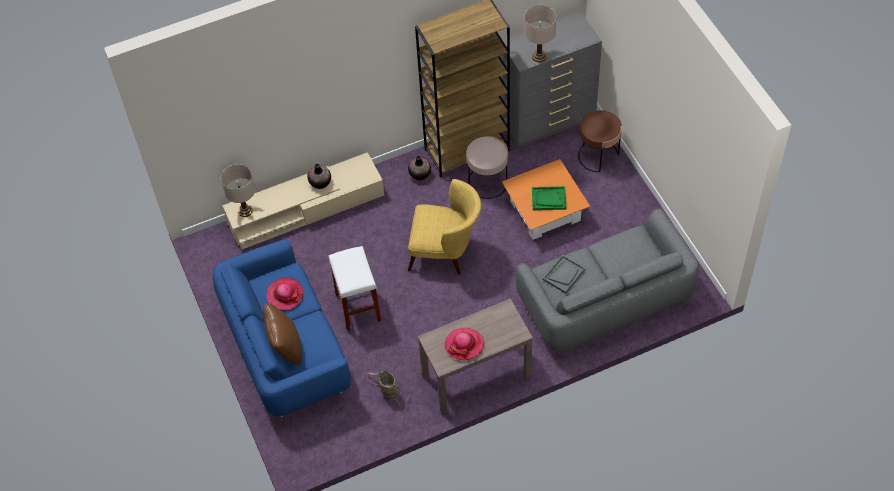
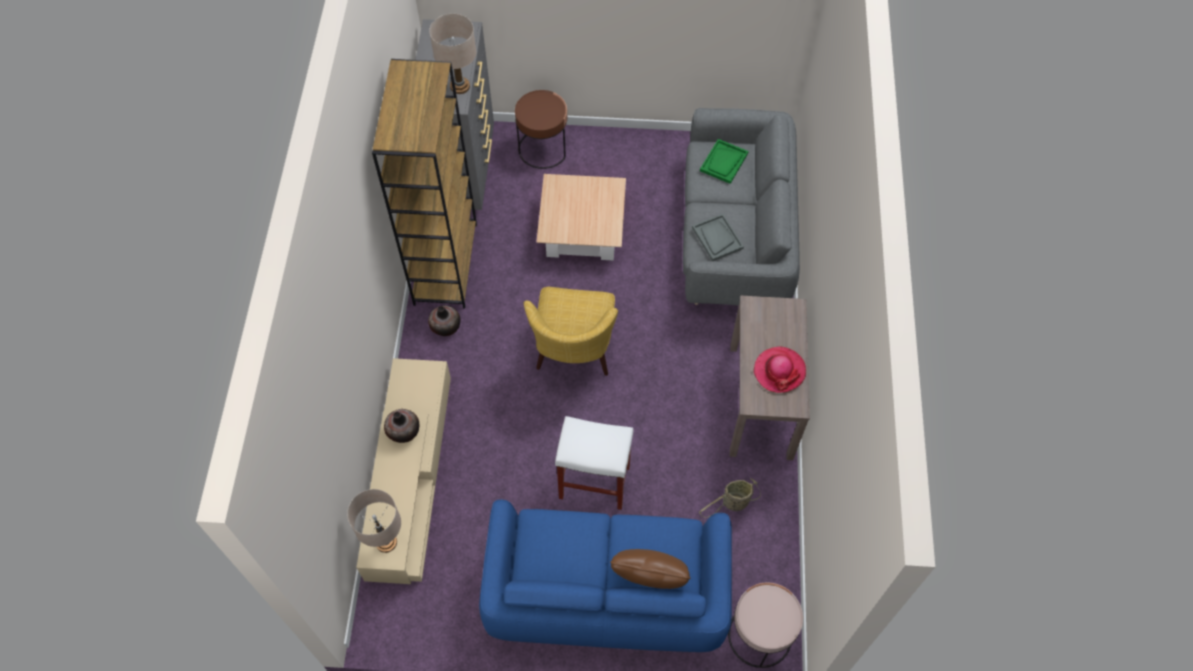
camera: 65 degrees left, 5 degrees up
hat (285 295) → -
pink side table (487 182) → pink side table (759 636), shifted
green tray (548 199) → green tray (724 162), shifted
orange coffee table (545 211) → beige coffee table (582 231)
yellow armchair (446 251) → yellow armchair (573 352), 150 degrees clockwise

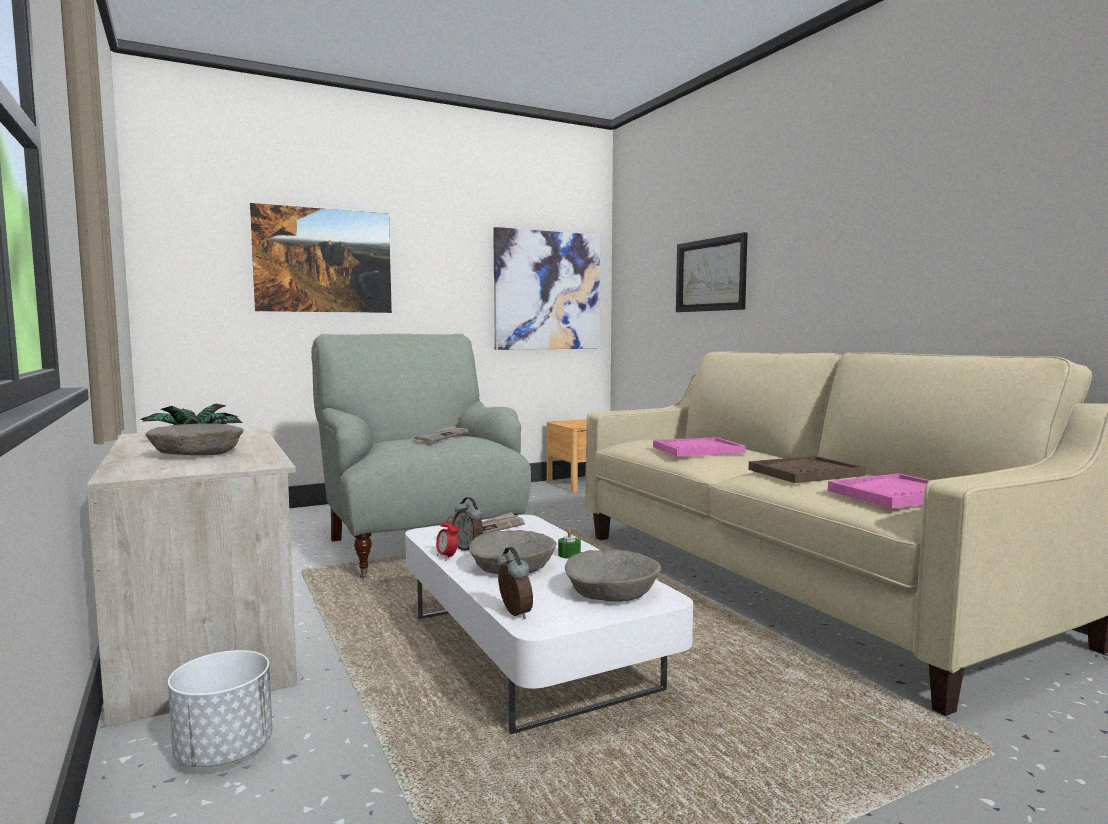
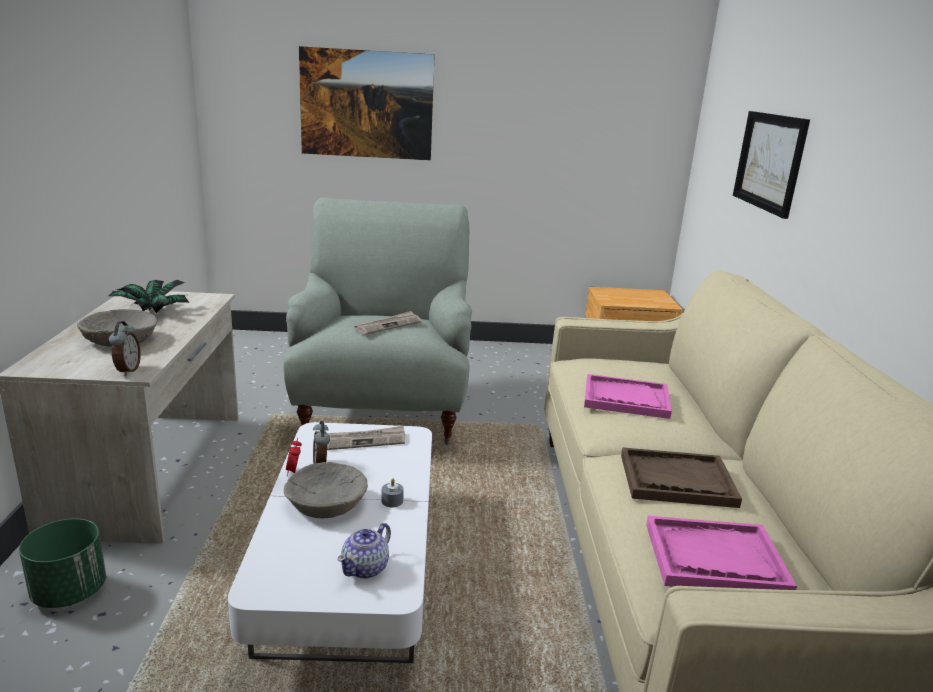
camera: 25 degrees right, 15 degrees up
picture (547 290) → -
alarm clock (513 614) → alarm clock (127 370), shifted
beige bowl (612 592) → teapot (366 568)
white planter (224 752) → green planter (69 592)
green candle (569 555) → grey candle (392 501)

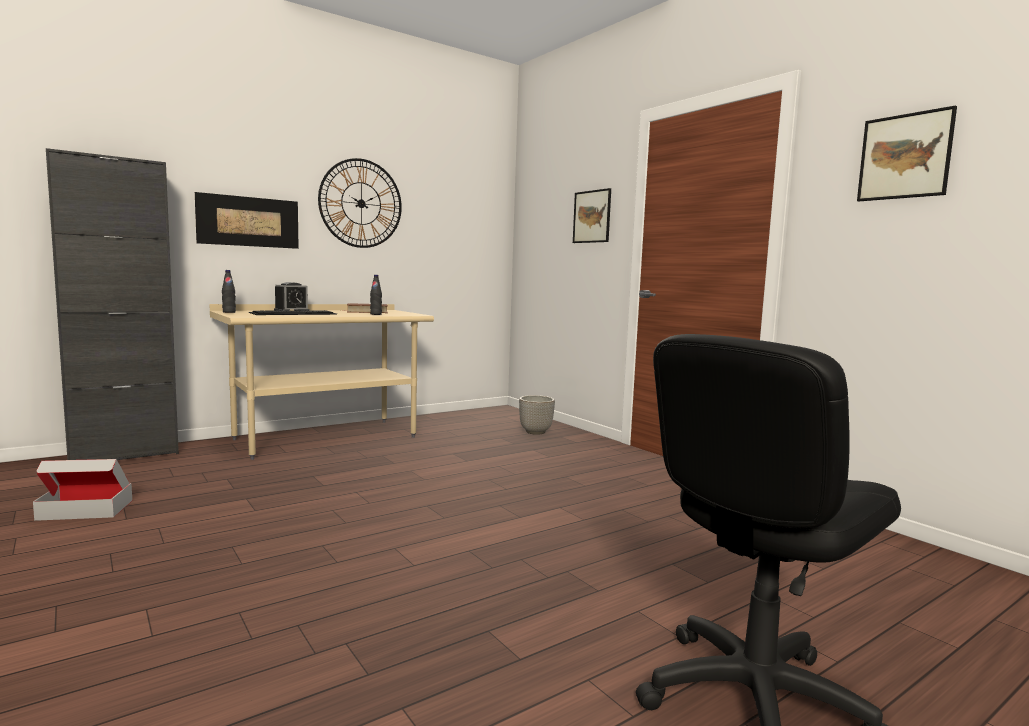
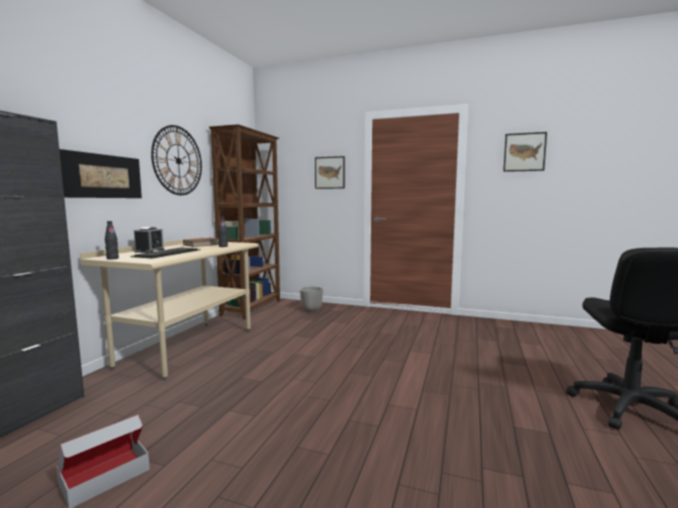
camera: 35 degrees left, 0 degrees up
- → brown bookcase (252 307)

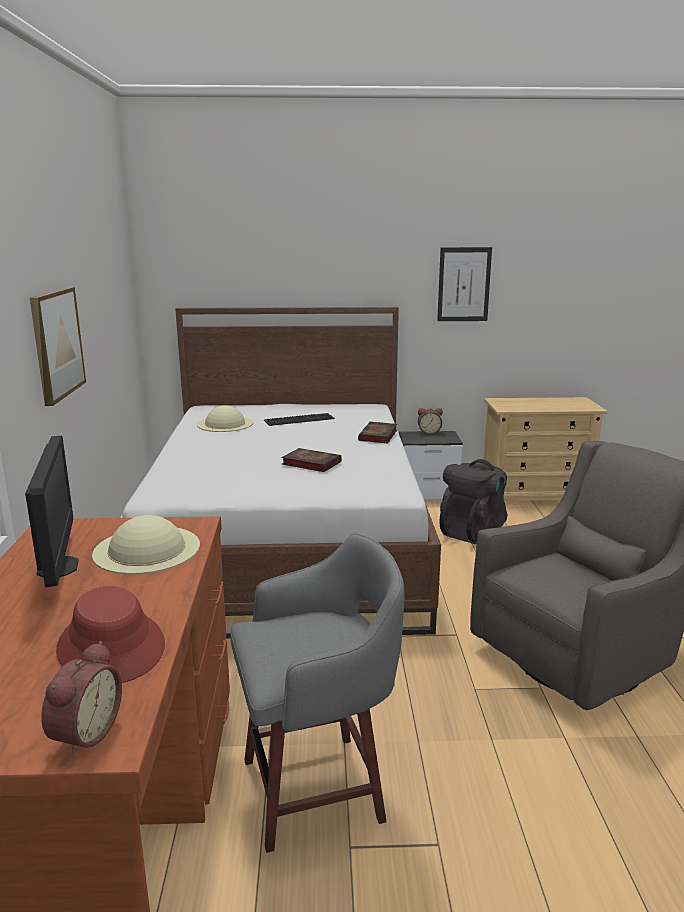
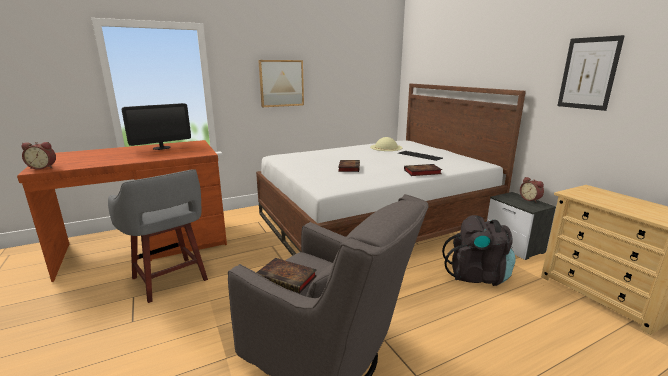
camera: 65 degrees right, 0 degrees up
red hat (112 647) → -
beige hat (146 549) → -
- → book (288 278)

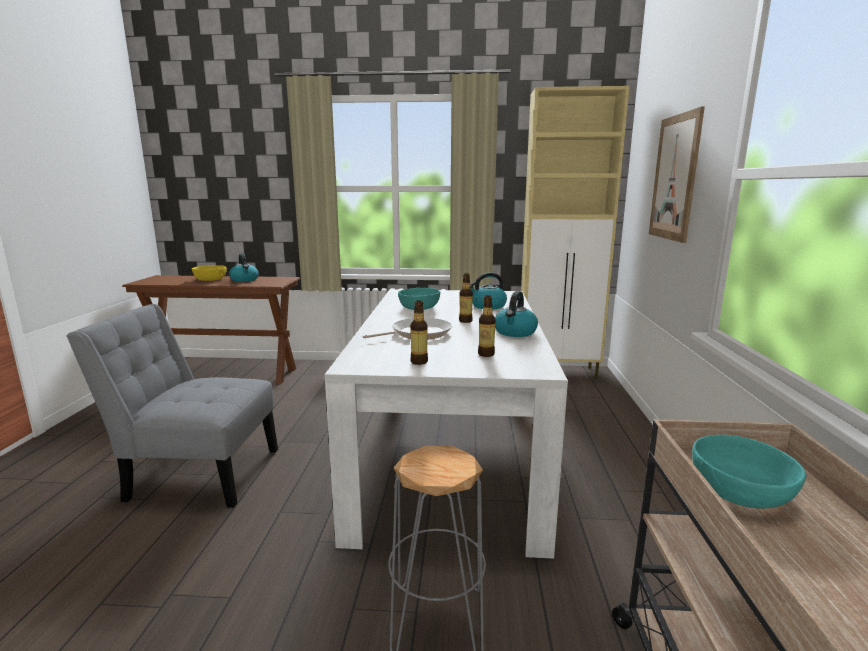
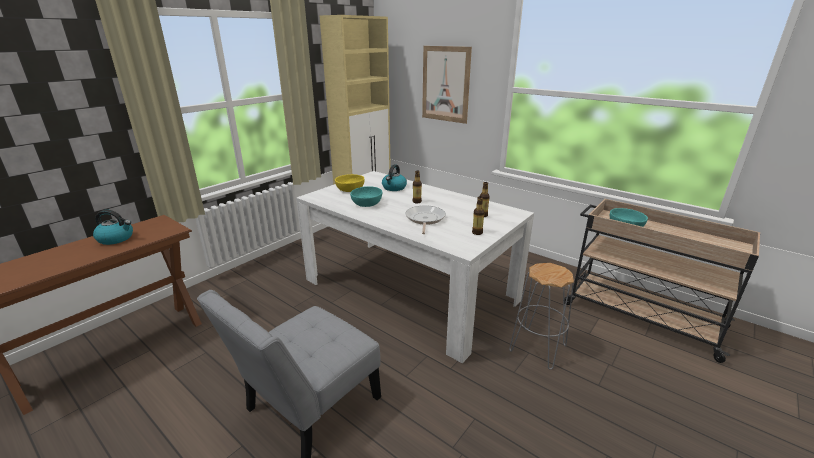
camera: 55 degrees left, 10 degrees up
kettle (515 332) → -
yellow bowl (210 279) → yellow bowl (350 189), shifted

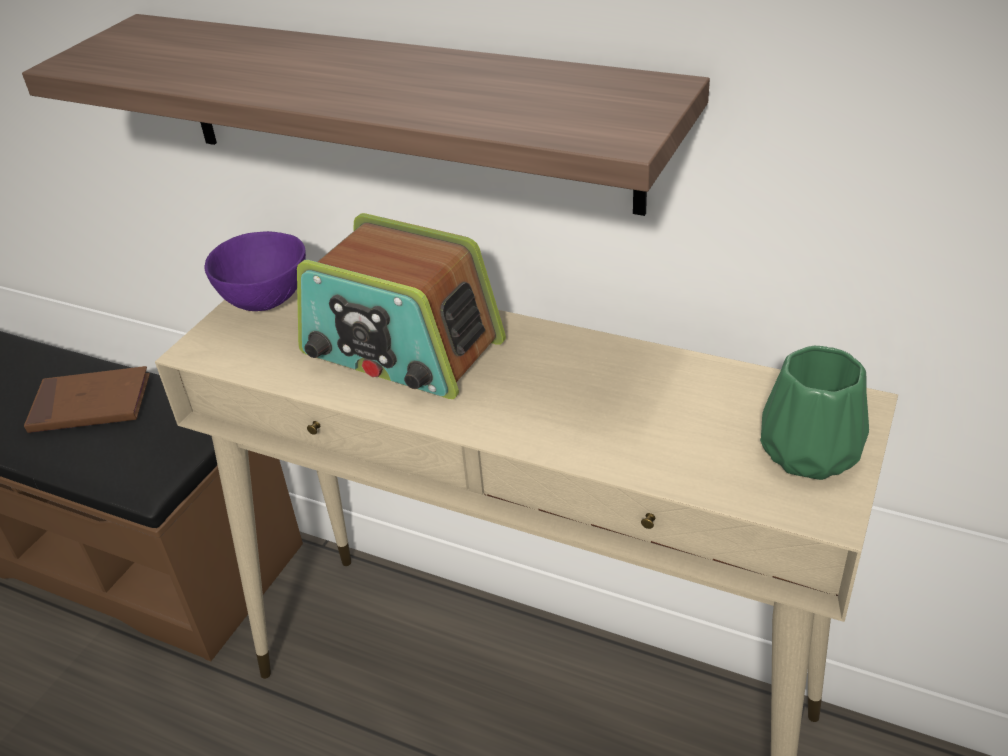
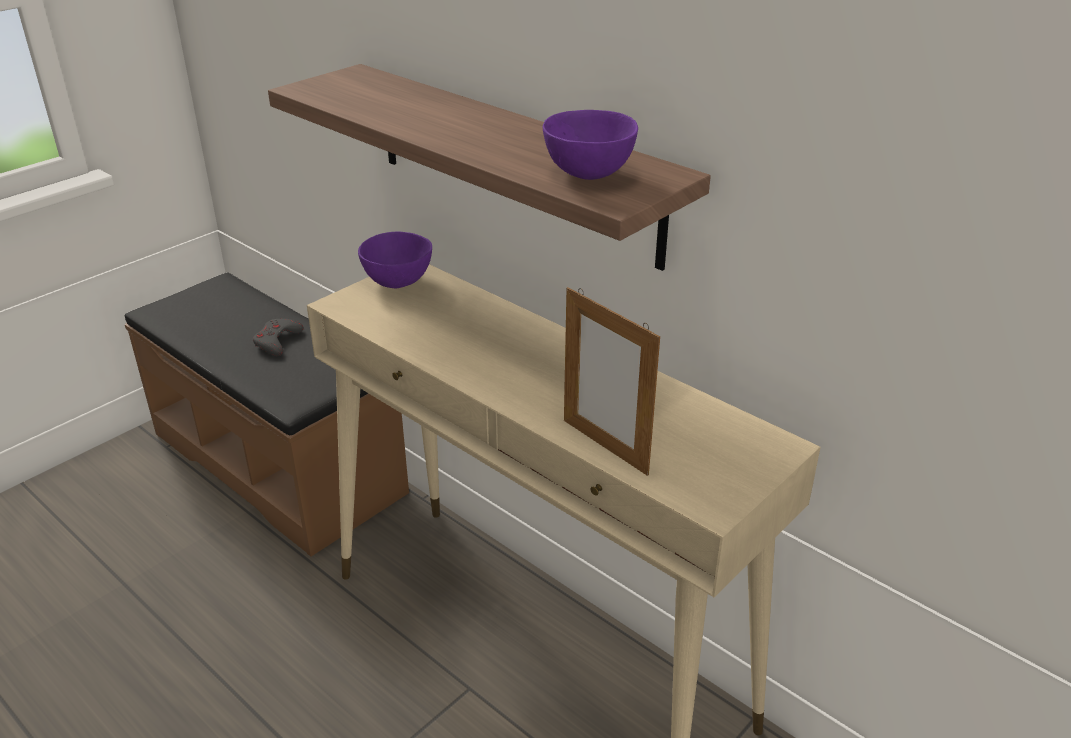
camera: 15 degrees right, 5 degrees down
radio (401 349) → -
green vase (806 453) → -
- → purple bowl (588 175)
- → picture frame (604 446)
brown book (91 405) → grey game controller (277 341)

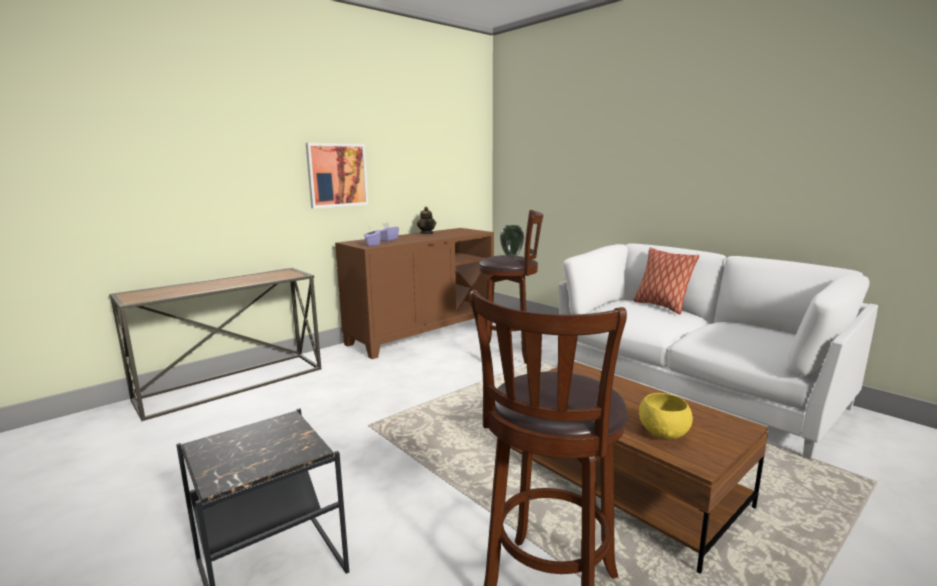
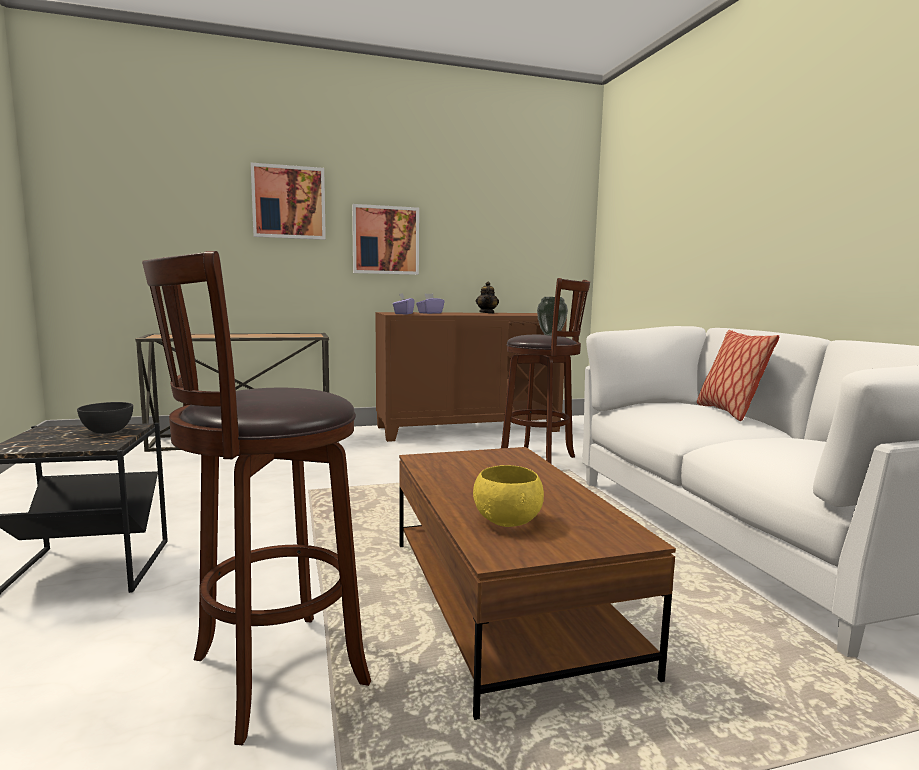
camera: 25 degrees right, 5 degrees down
- → grey bowl (108 431)
- → picture (289 202)

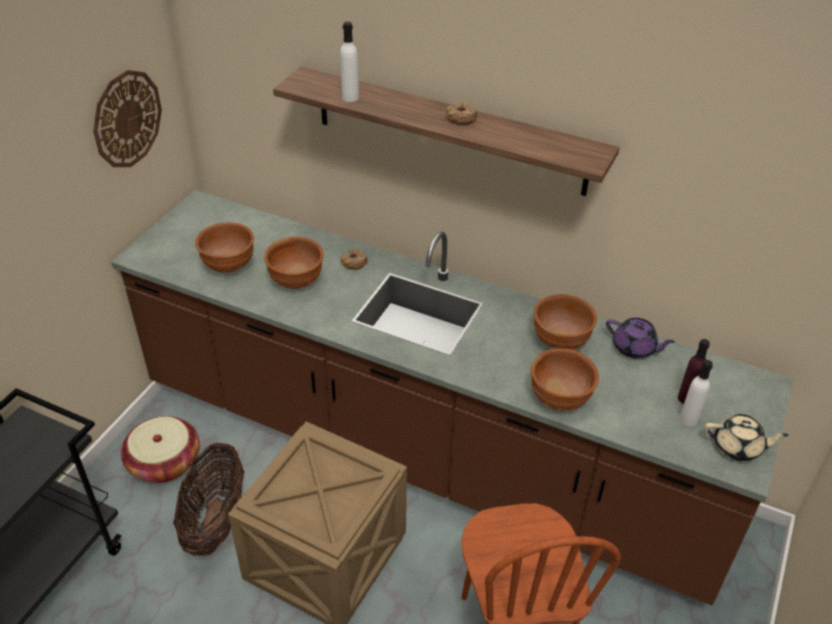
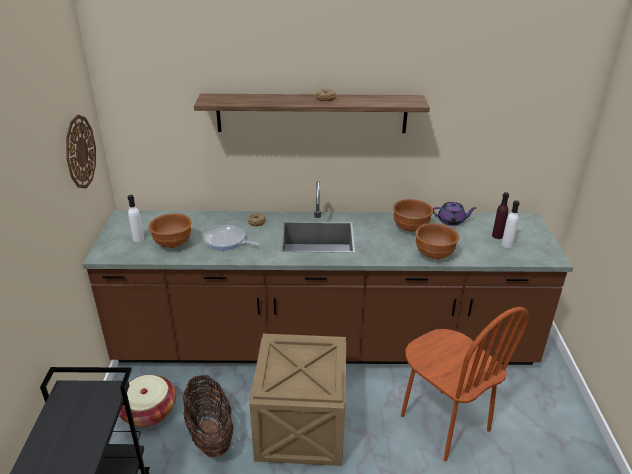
camera: 25 degrees left, 10 degrees down
beige teapot (738 447) → -
white bottle (350 97) → white bottle (138 239), shifted
brown bowl (296 281) → frying pan (227 241)

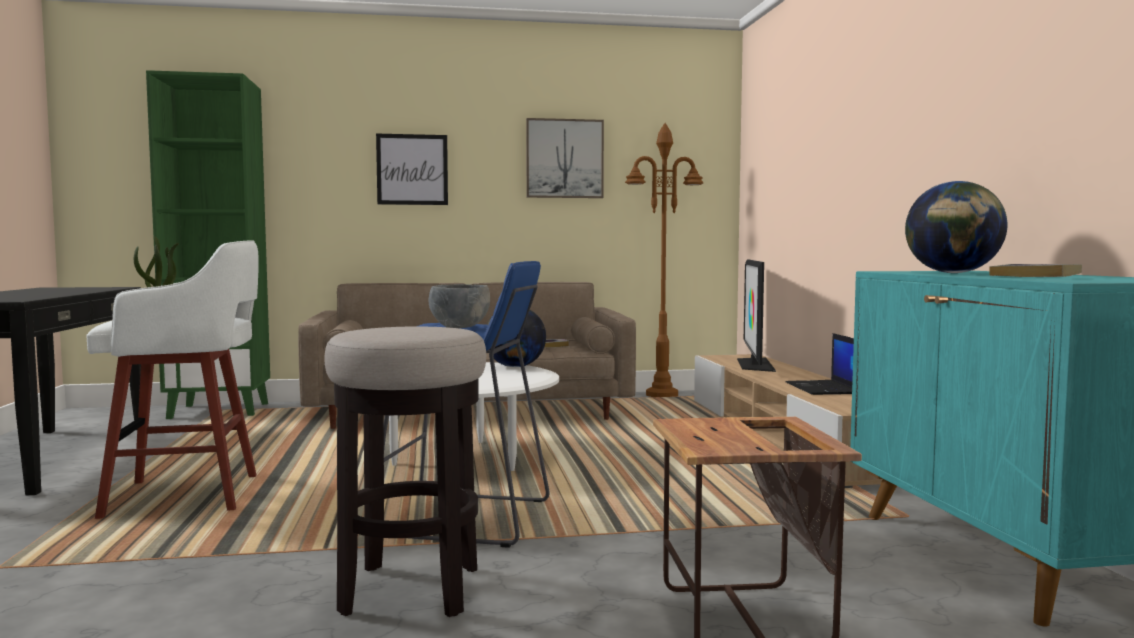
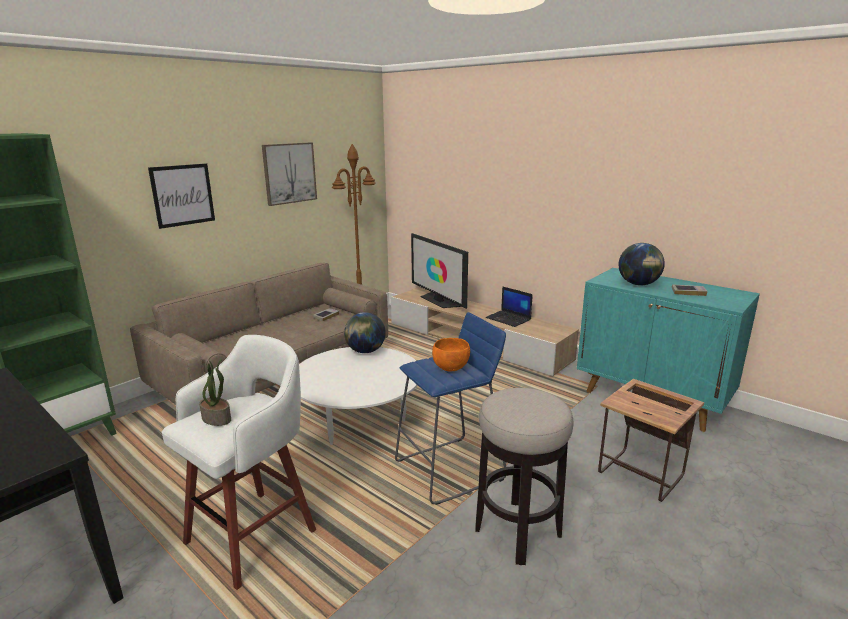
camera: 40 degrees left, 15 degrees up
grey bowl (459 327) → orange bowl (450 368)

